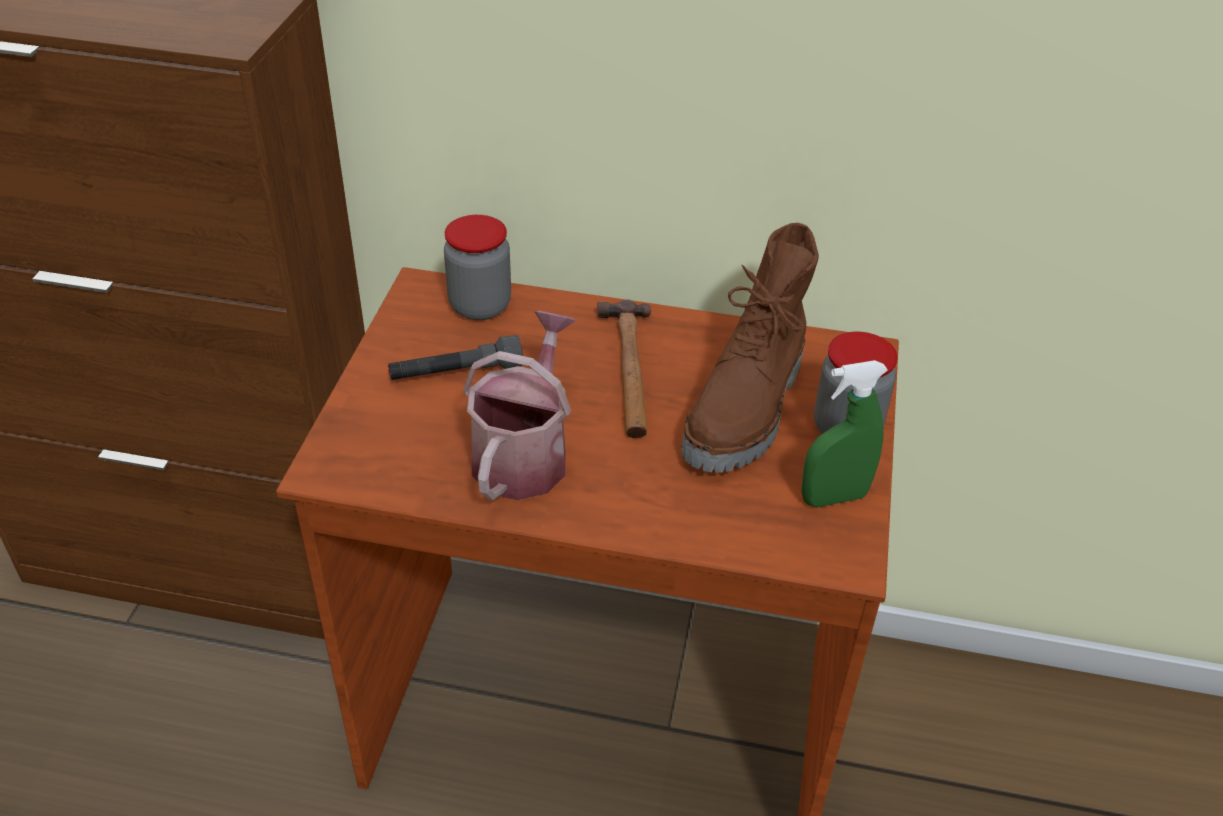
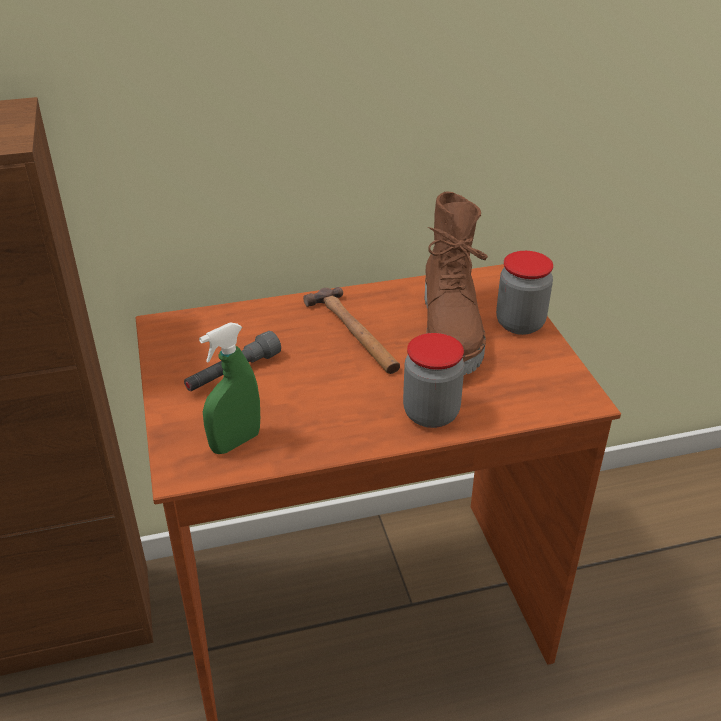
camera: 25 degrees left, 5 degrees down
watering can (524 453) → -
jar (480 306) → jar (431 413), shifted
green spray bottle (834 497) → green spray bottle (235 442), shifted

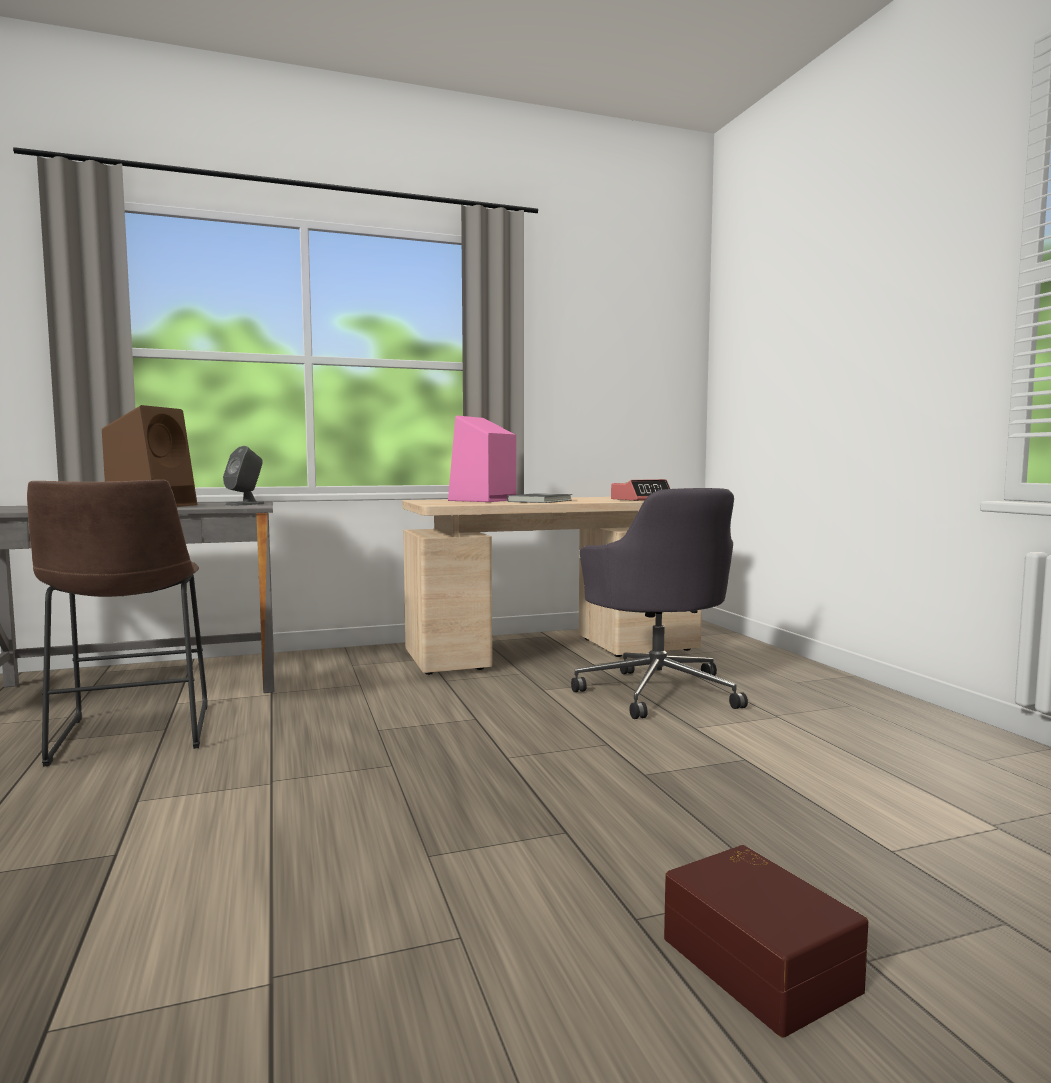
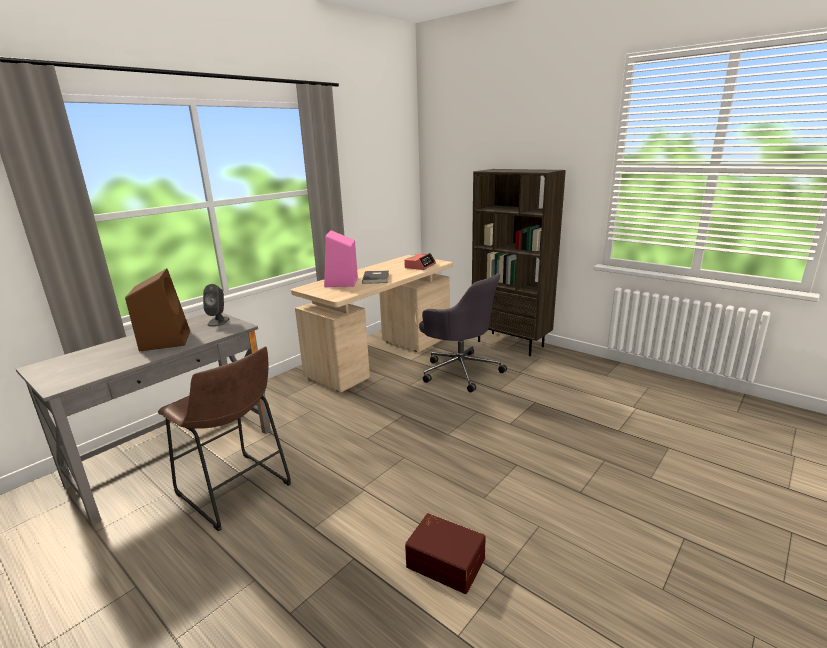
camera: 30 degrees left, 15 degrees up
- → brown bookcase (511 344)
brown storage box (761 962) → brown storage box (446 561), shifted

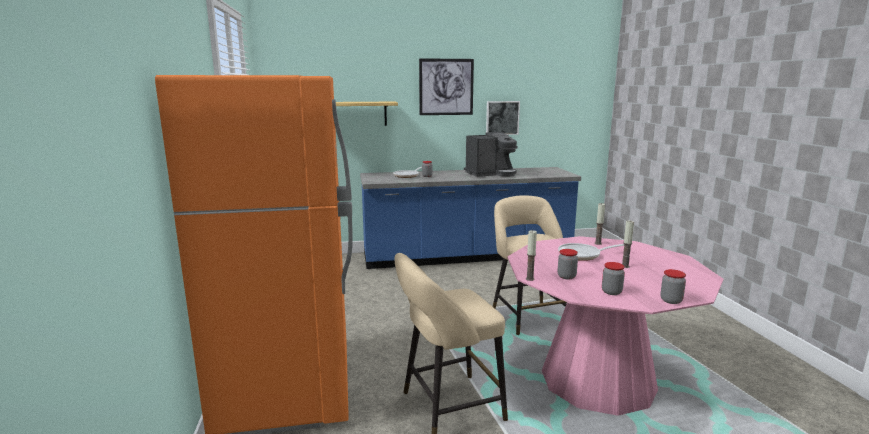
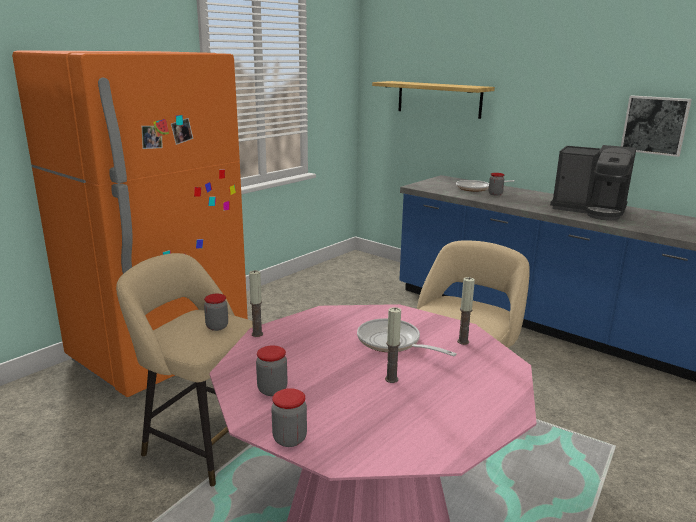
camera: 50 degrees right, 5 degrees up
picture (446 87) → -
jar (566 276) → jar (217 326), shifted

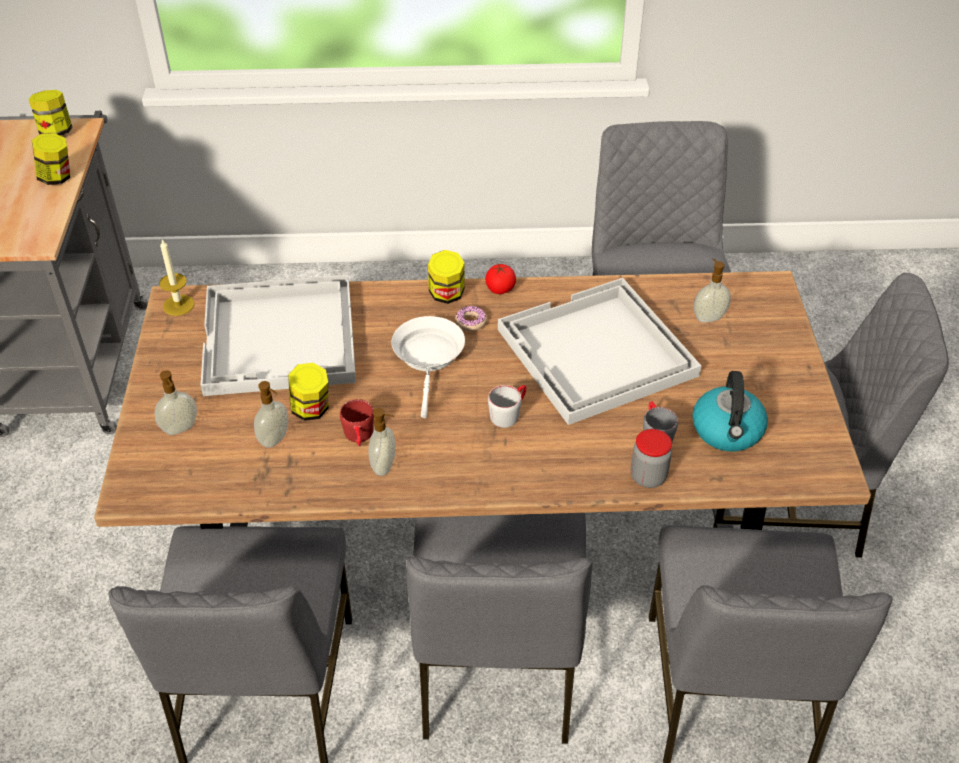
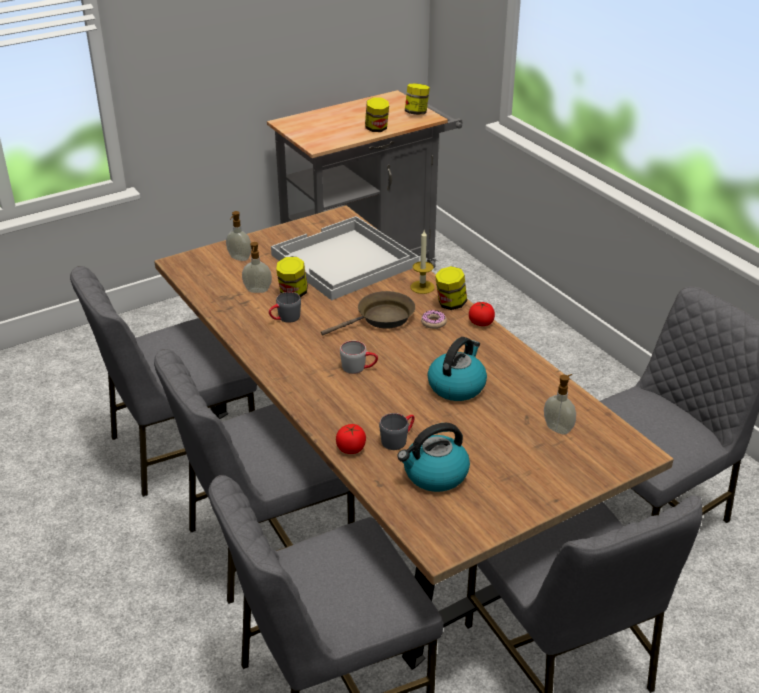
camera: 60 degrees right, 10 degrees down
soap dispenser (384 466) → -
candle (178 305) → candle (422 287), shifted
white tray (595 354) → kettle (457 386)
jar (648 477) → tomato (351 448)
red mug (359 437) → grey mug (285 318)
white frying pan (429 357) → brown frying pan (381 318)

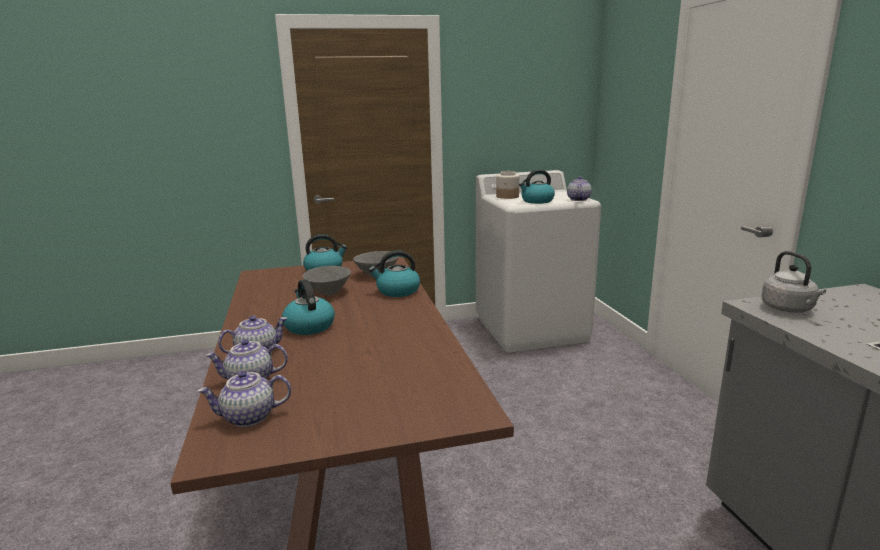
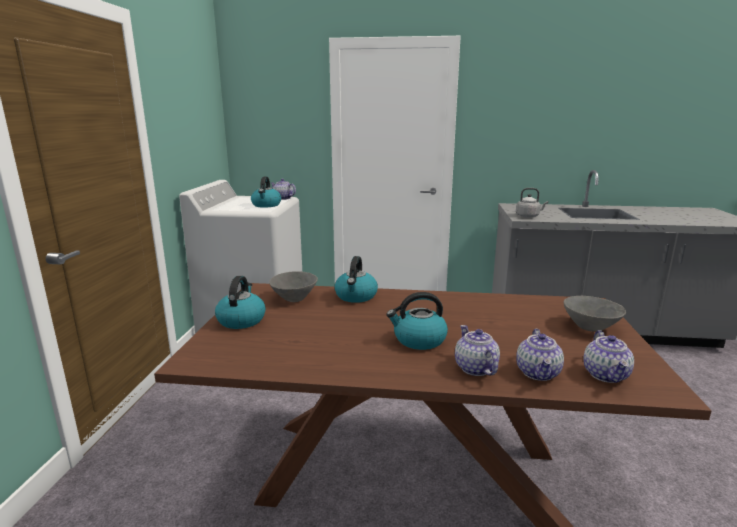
camera: 70 degrees left, 0 degrees up
jar (507 196) → -
grey bowl (328 292) → grey bowl (591 327), shifted

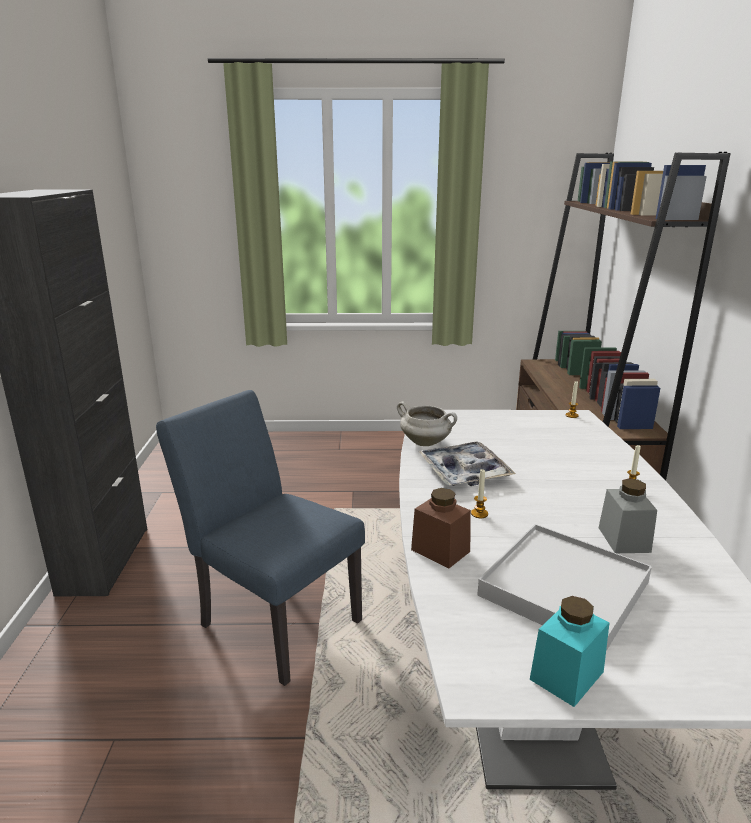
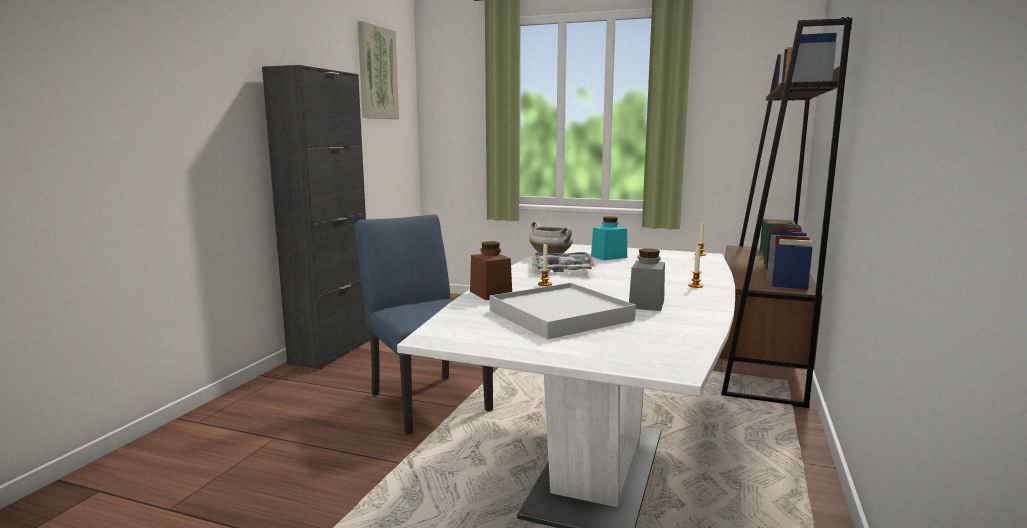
camera: 20 degrees right, 10 degrees down
- → picture (377 73)
turquoise jar (566 675) → turquoise jar (609 257), shifted

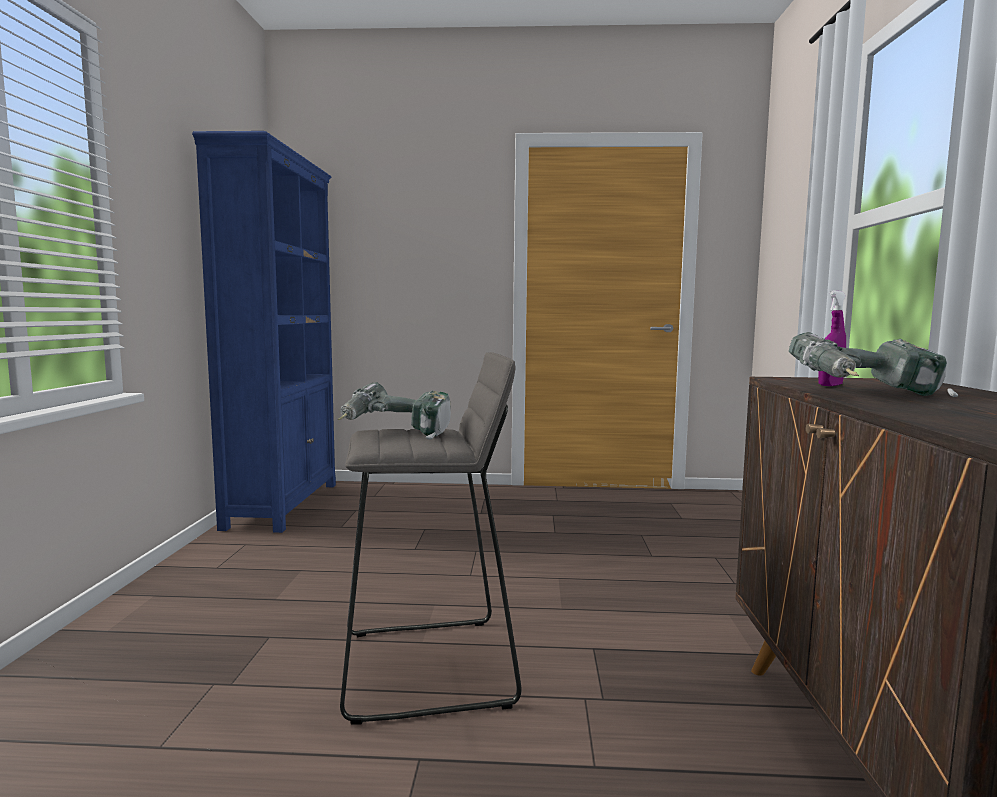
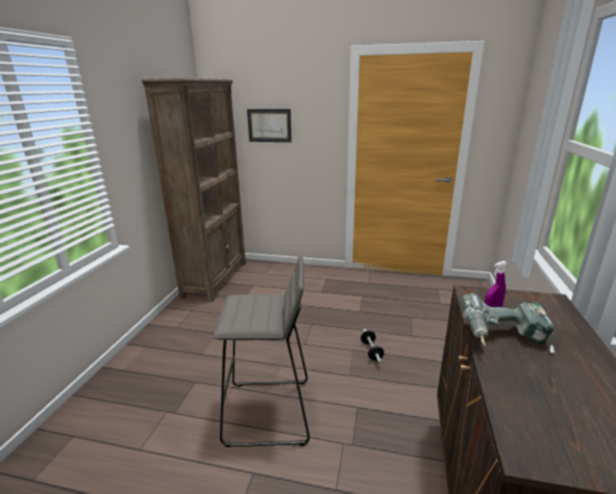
camera: 10 degrees right, 15 degrees up
power drill (395 433) → -
- → picture (269 125)
- → dumbbell (371 351)
blue bookcase (283 505) → brown bookcase (216 278)

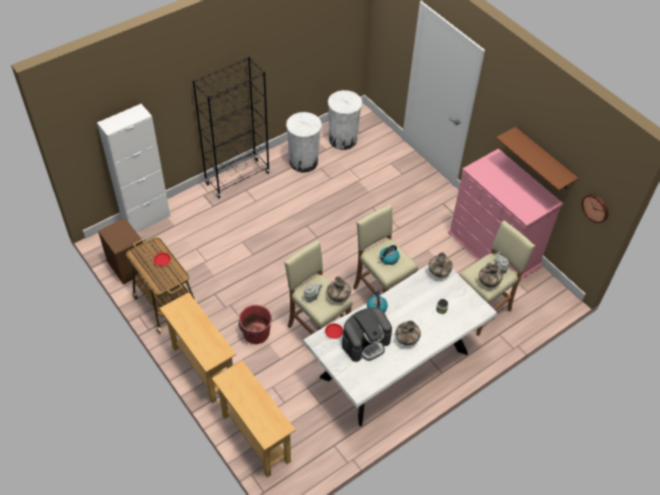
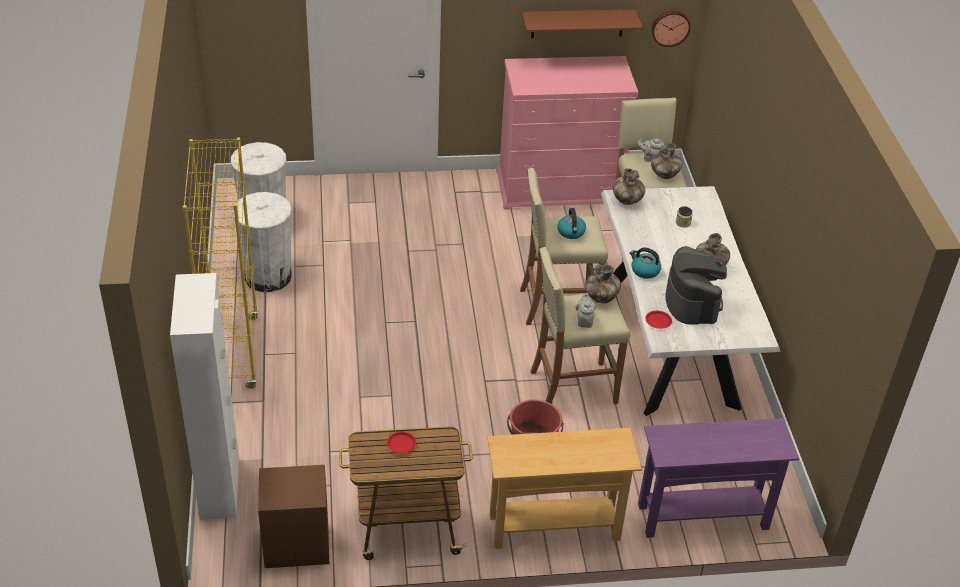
camera: 60 degrees left, 10 degrees down
black bookcase (237 178) → yellow bookcase (233 353)
beige console table (256 438) → purple console table (703 516)

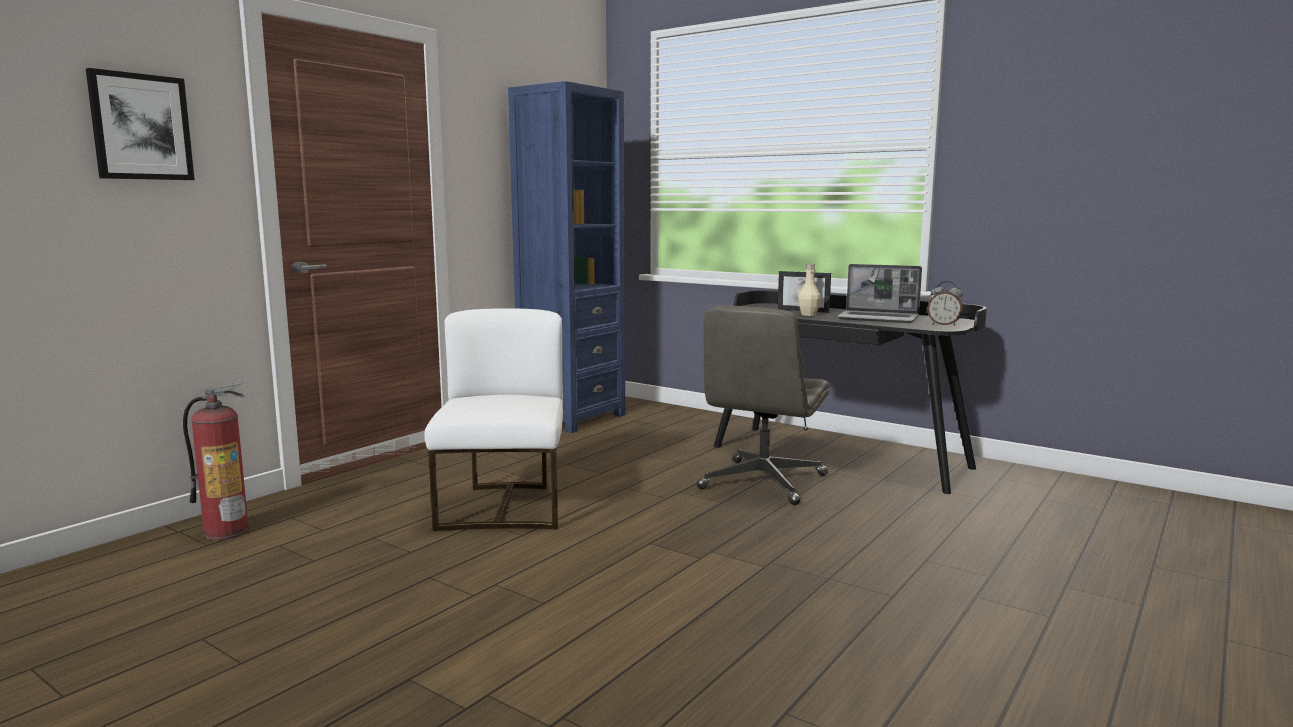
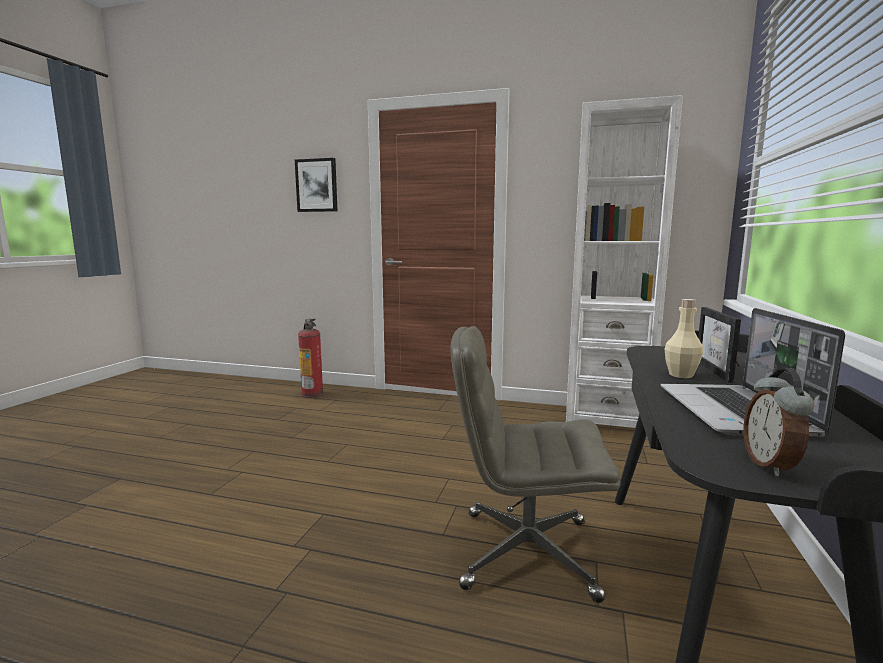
camera: 70 degrees right, 0 degrees up
white chair (504 507) → -
blue bookcase (572 418) → white bookcase (606 421)

